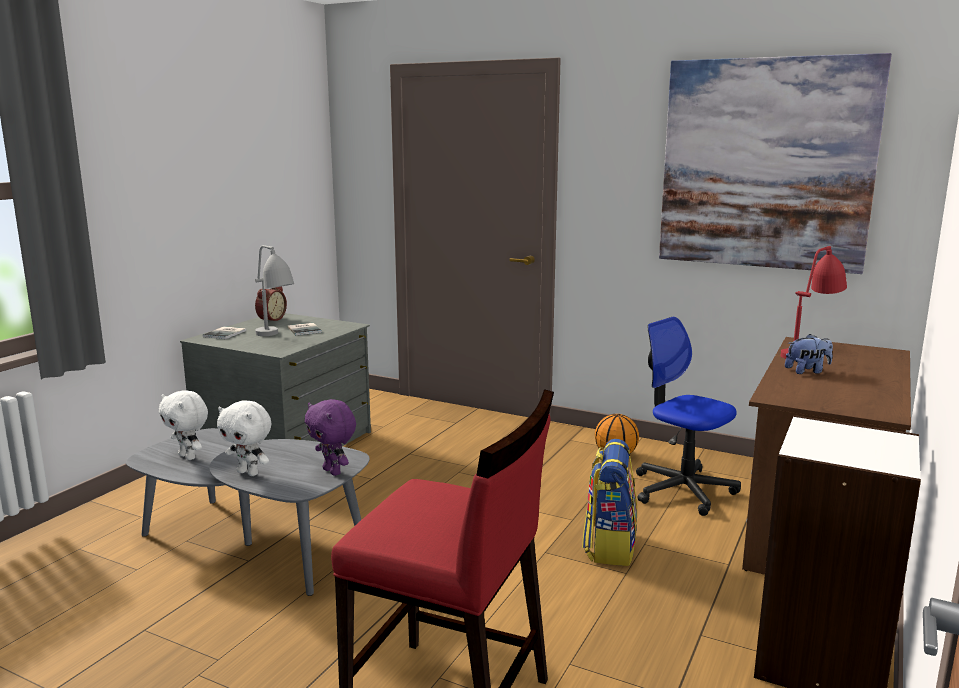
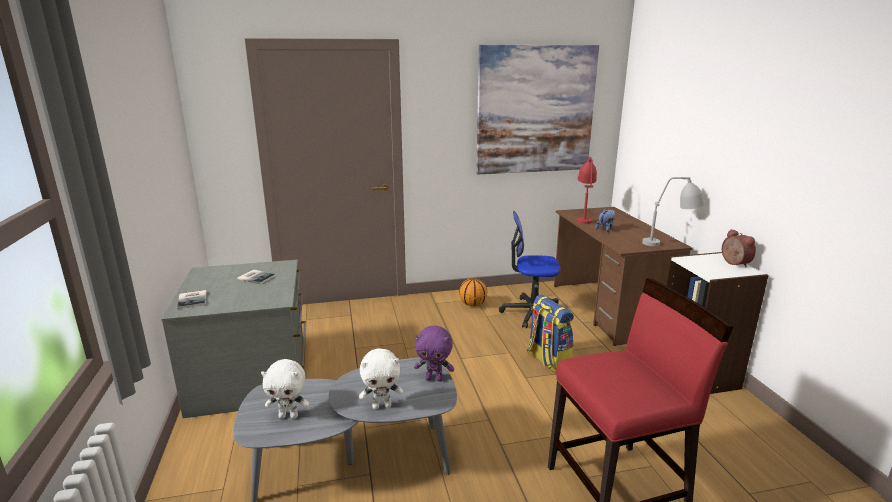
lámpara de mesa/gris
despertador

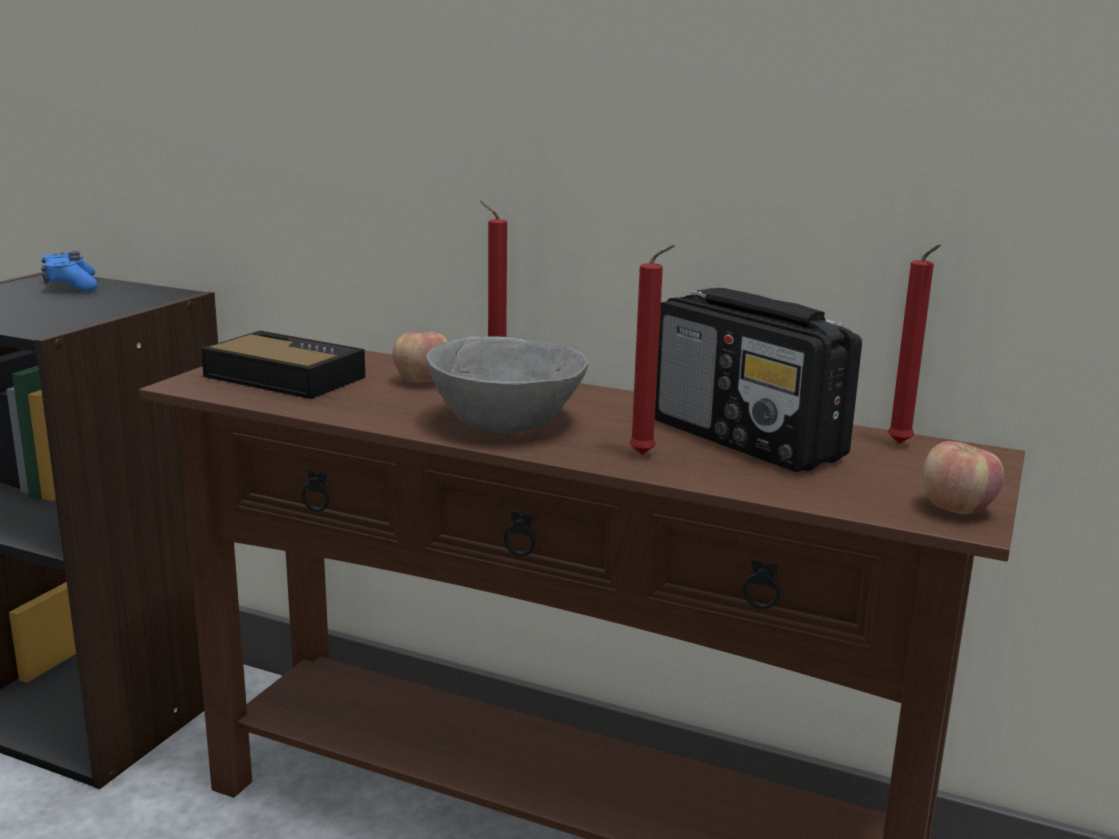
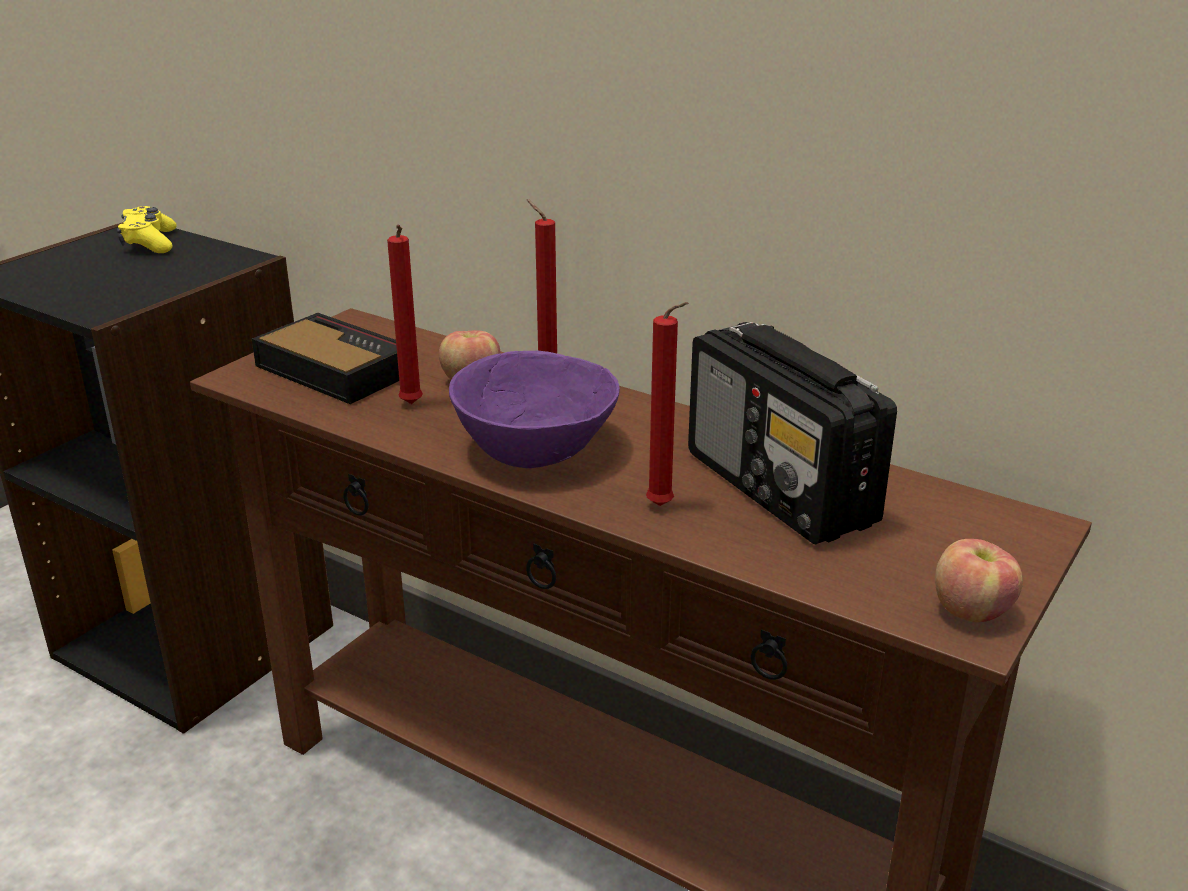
vela/rojo (1st from left)
mando de consola/amarillo
cuenco/morado

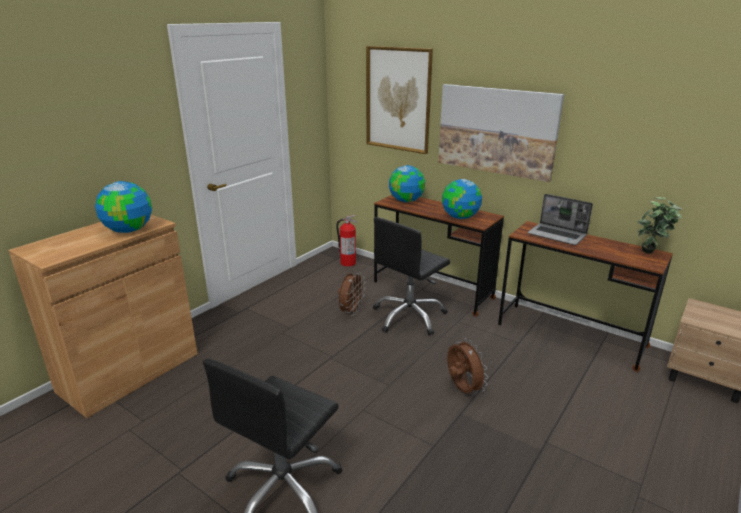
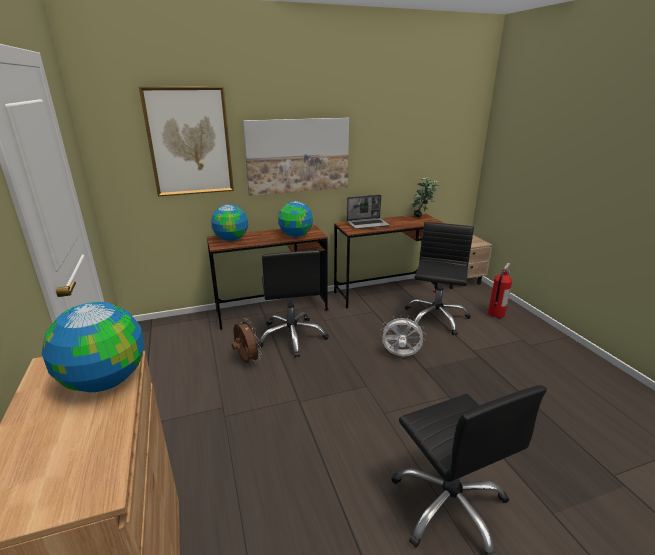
silla de oficina/negro (2nd from left)
extintor
ventilador/blanco

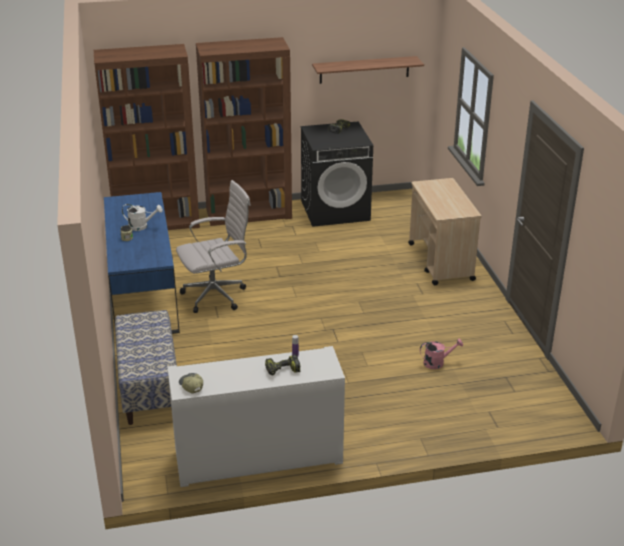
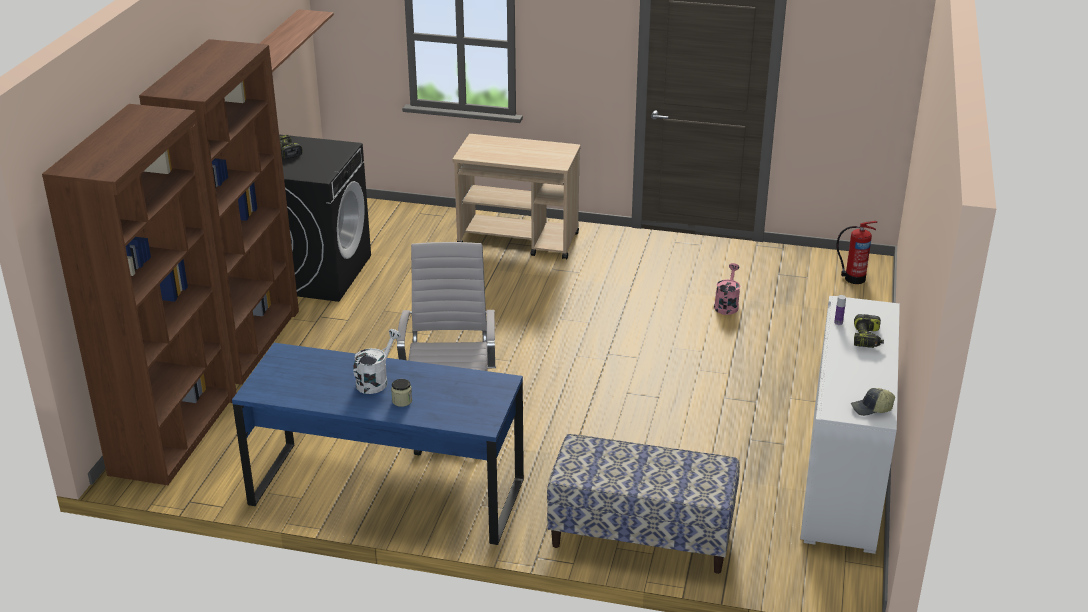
extintor

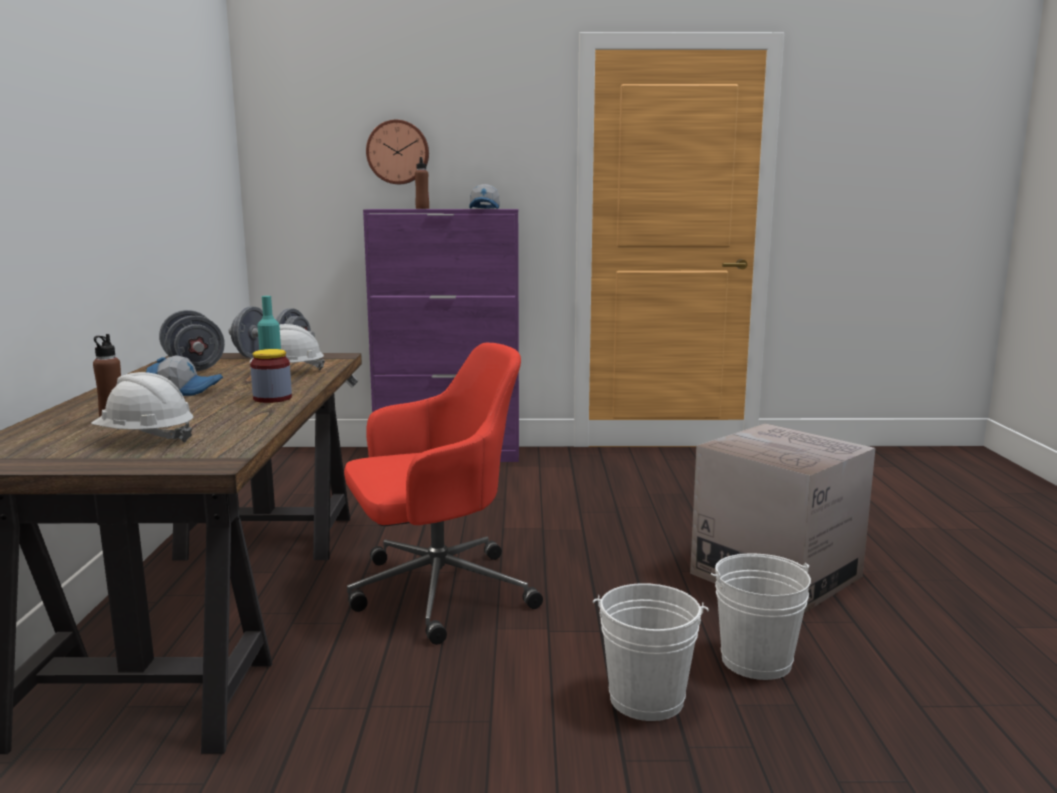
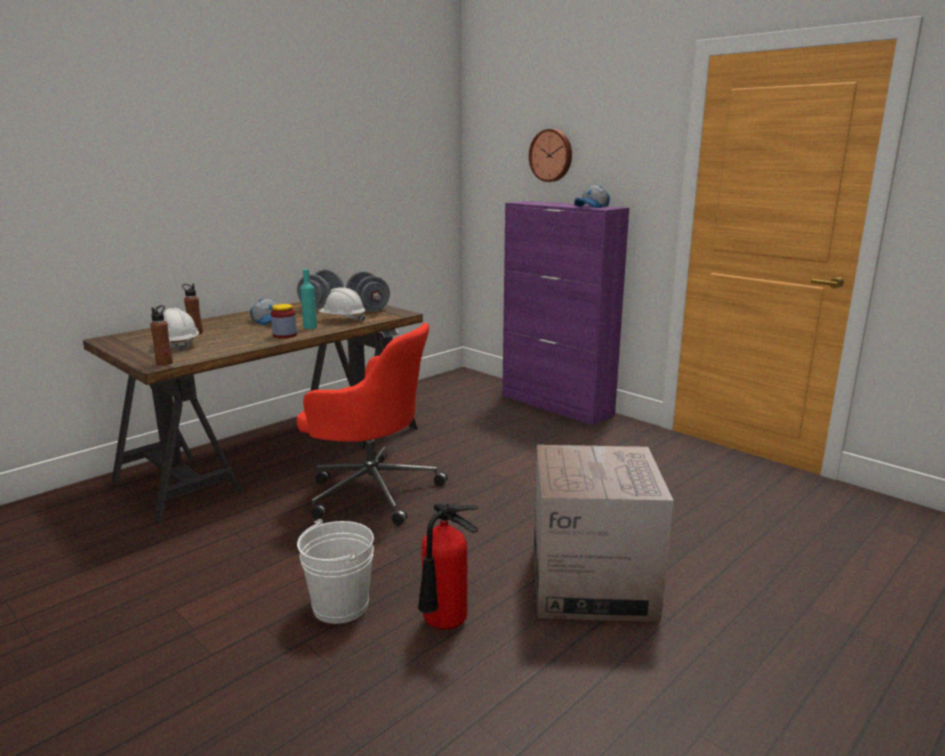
botella/marrón (1st from left)
extintor

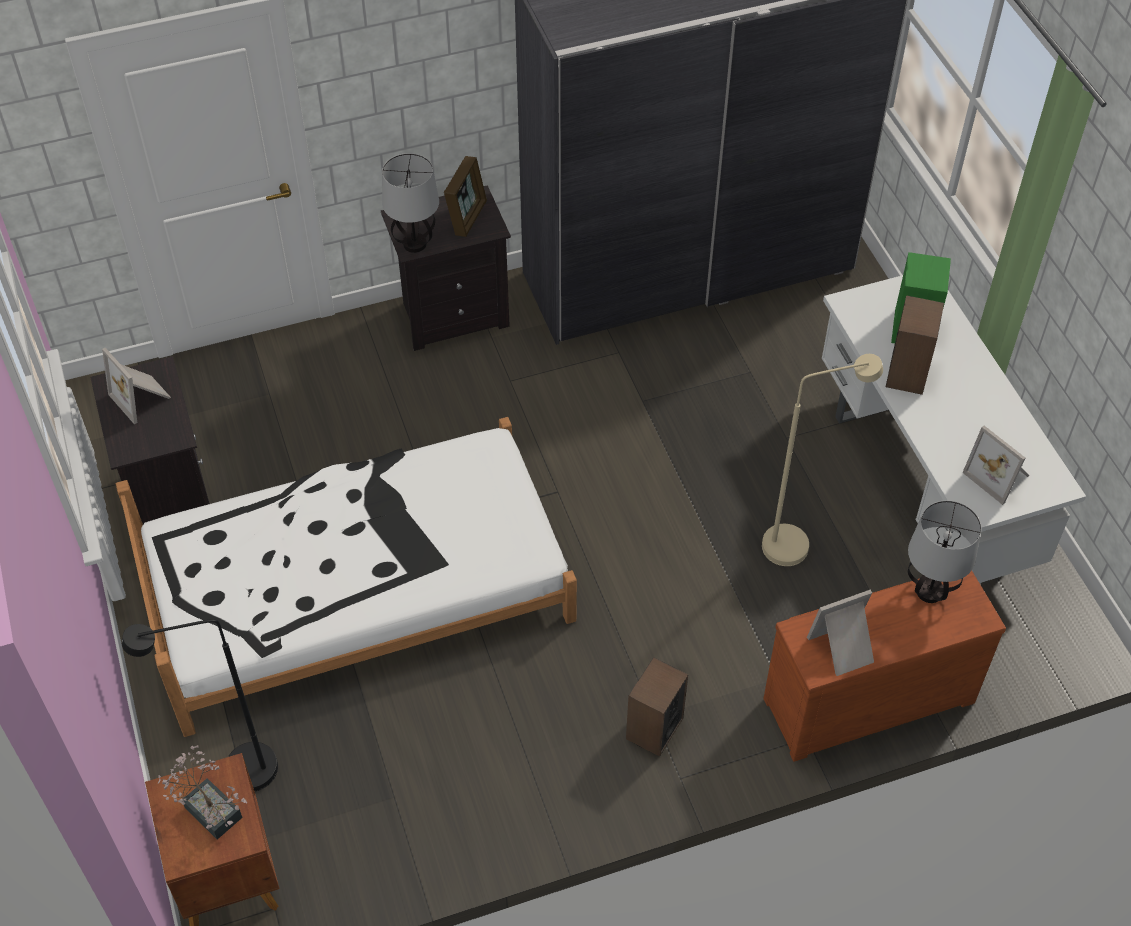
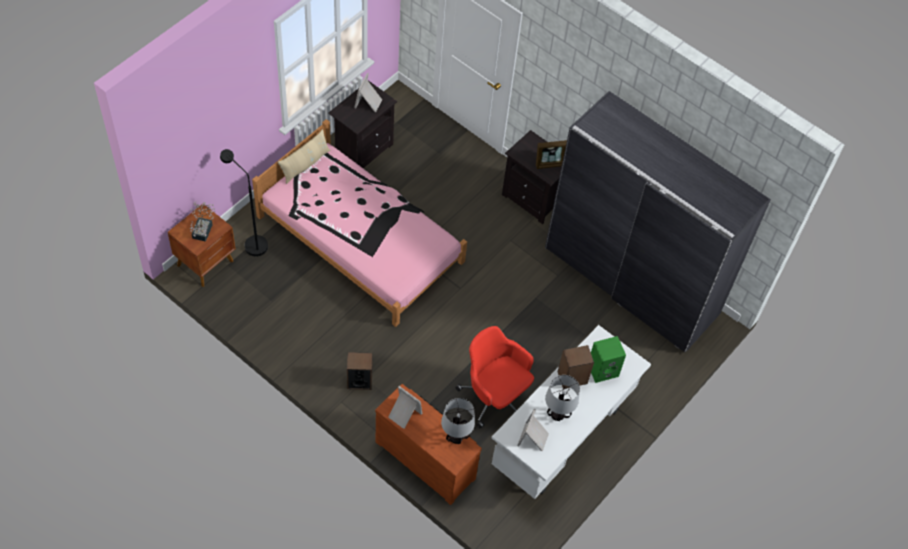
cojín/beis
lámpara de mesa (2nd from left)
silla de oficina/rojo
cama/rosa

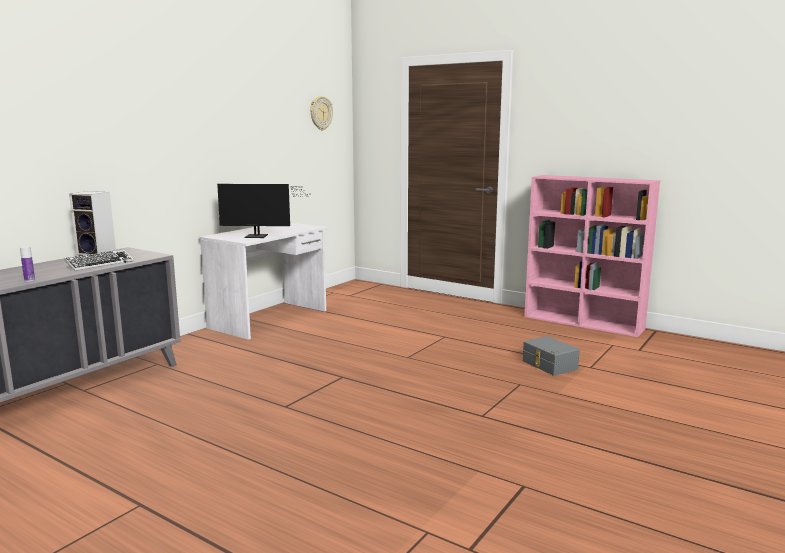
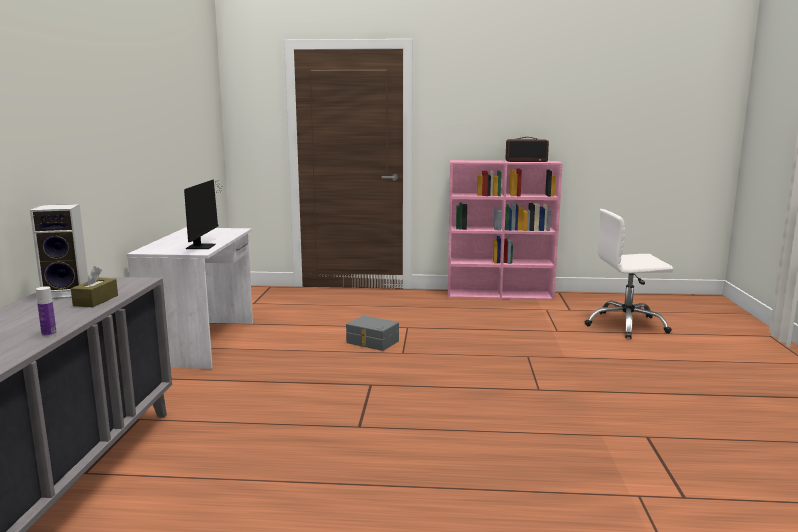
reloj de pared
radio
silla de oficina/blanco
caja de almacenaje/gris
caja de pañuelos/marrón
monitor

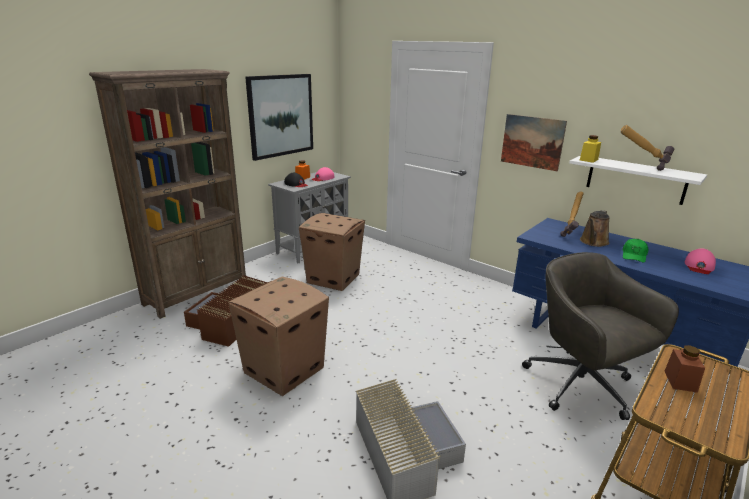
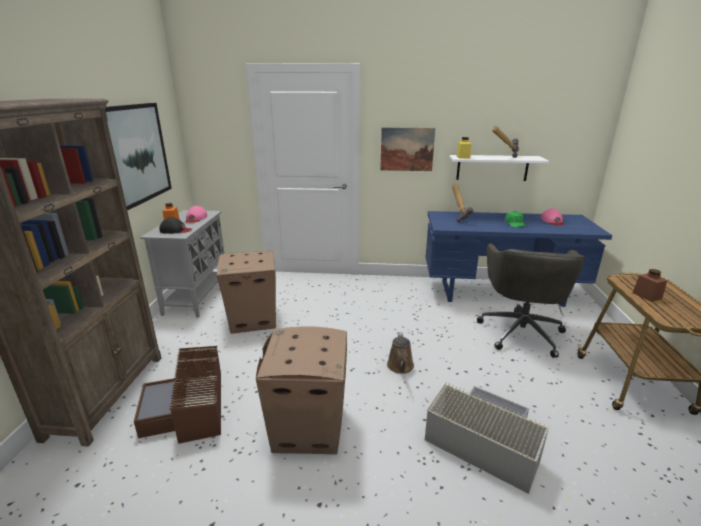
regadera/marrón
silla de oficina/gris

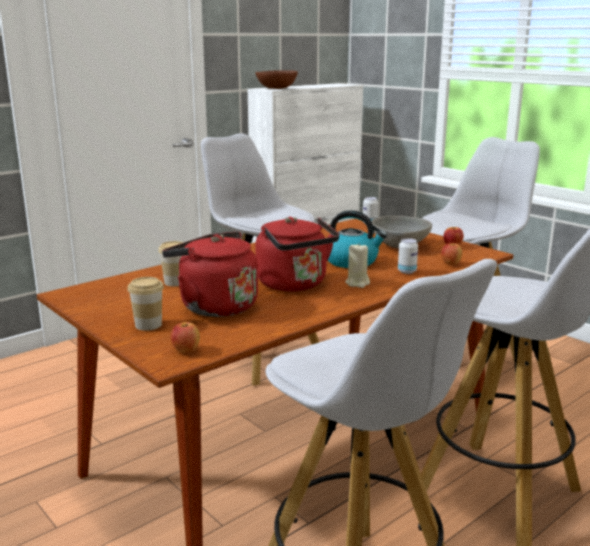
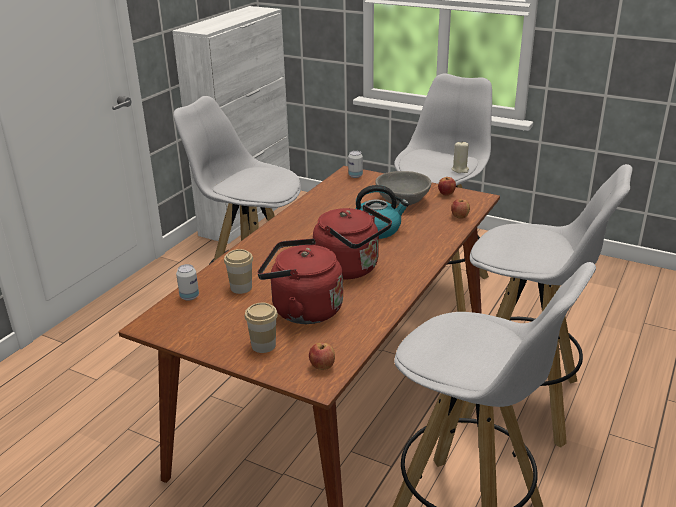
cuenco/marrón
vela/beis
lata (1st from left)

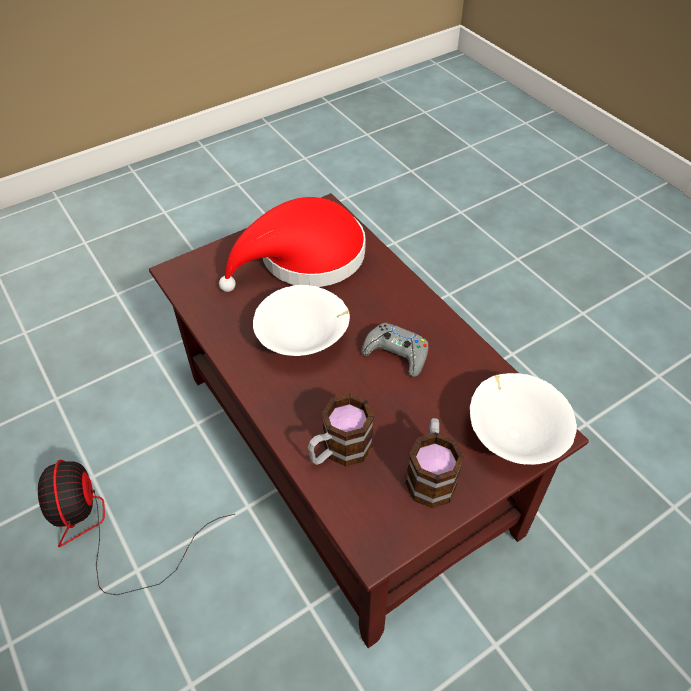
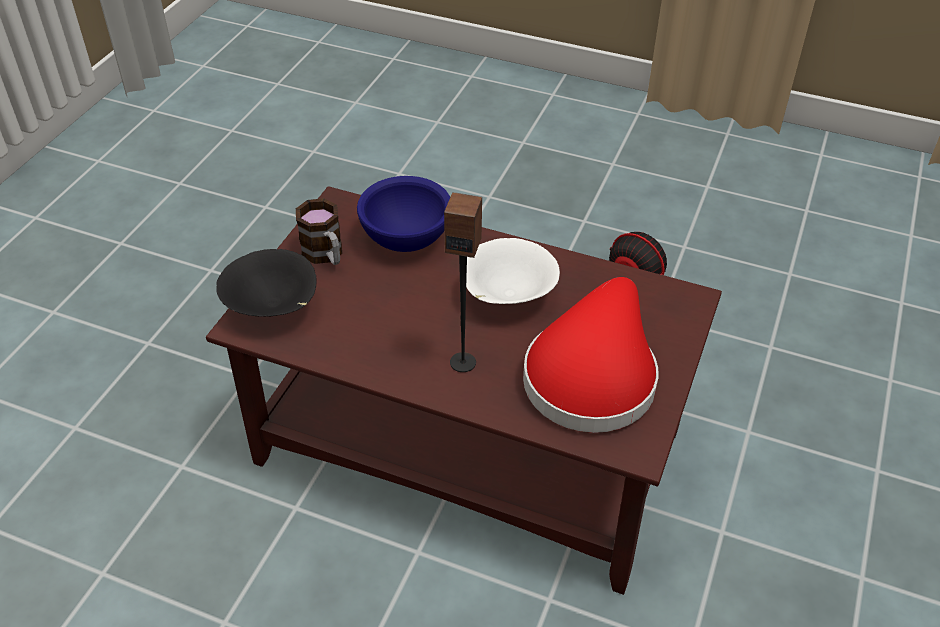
mando de consola/gris
altavoz
cuenco/azul
cuenco/negro

